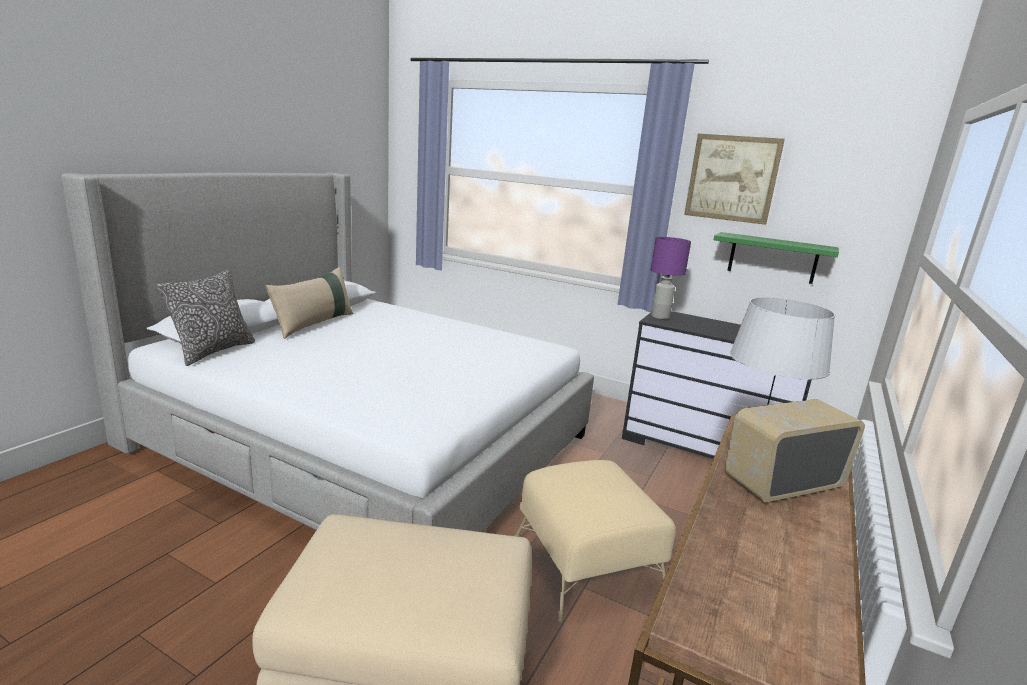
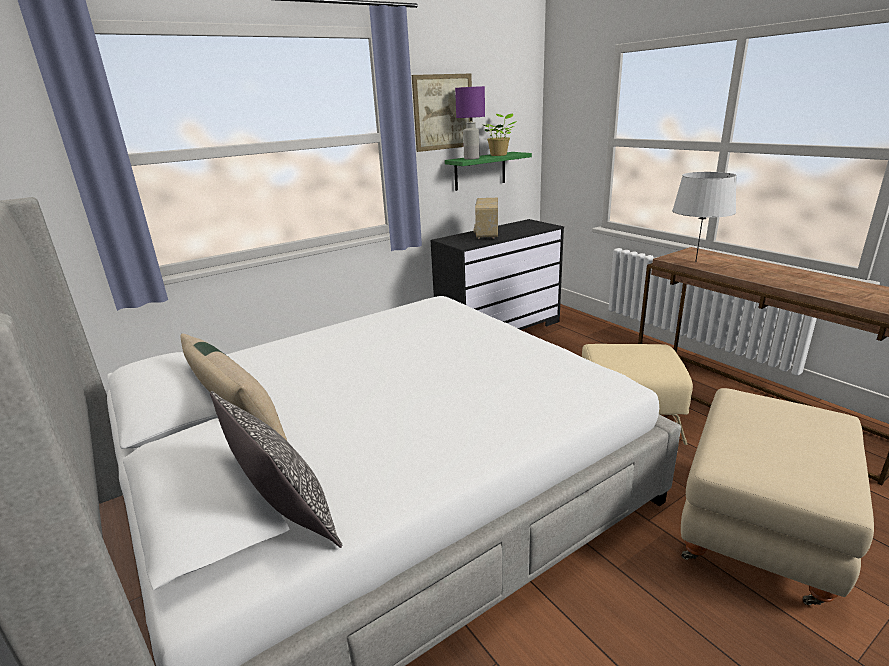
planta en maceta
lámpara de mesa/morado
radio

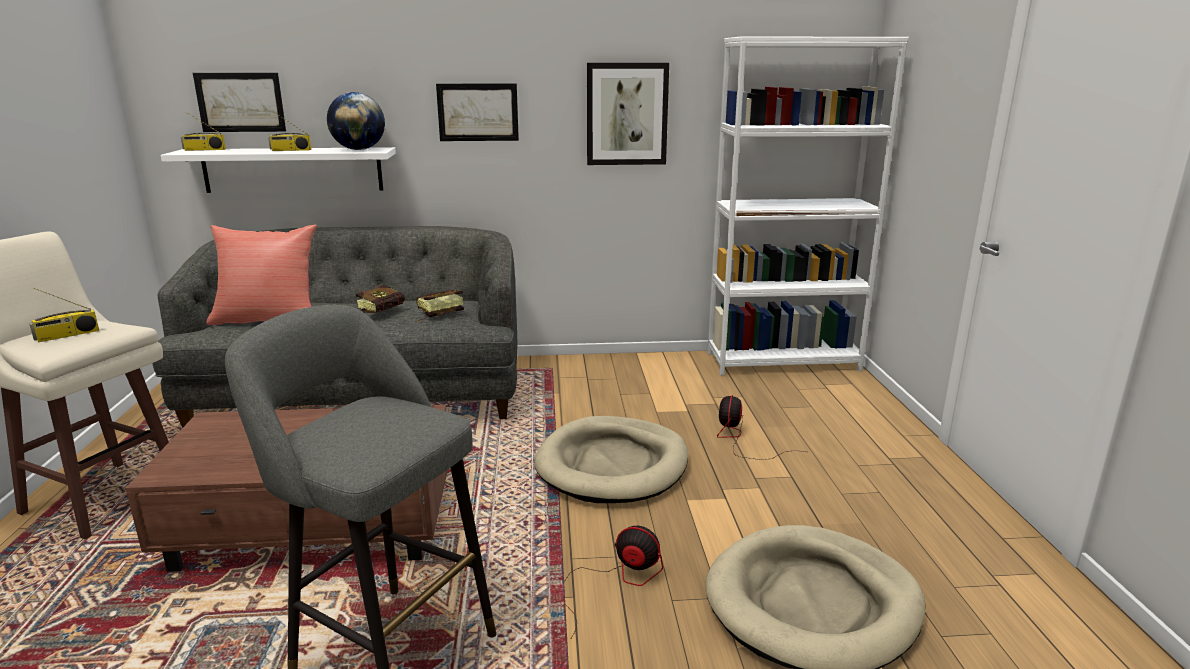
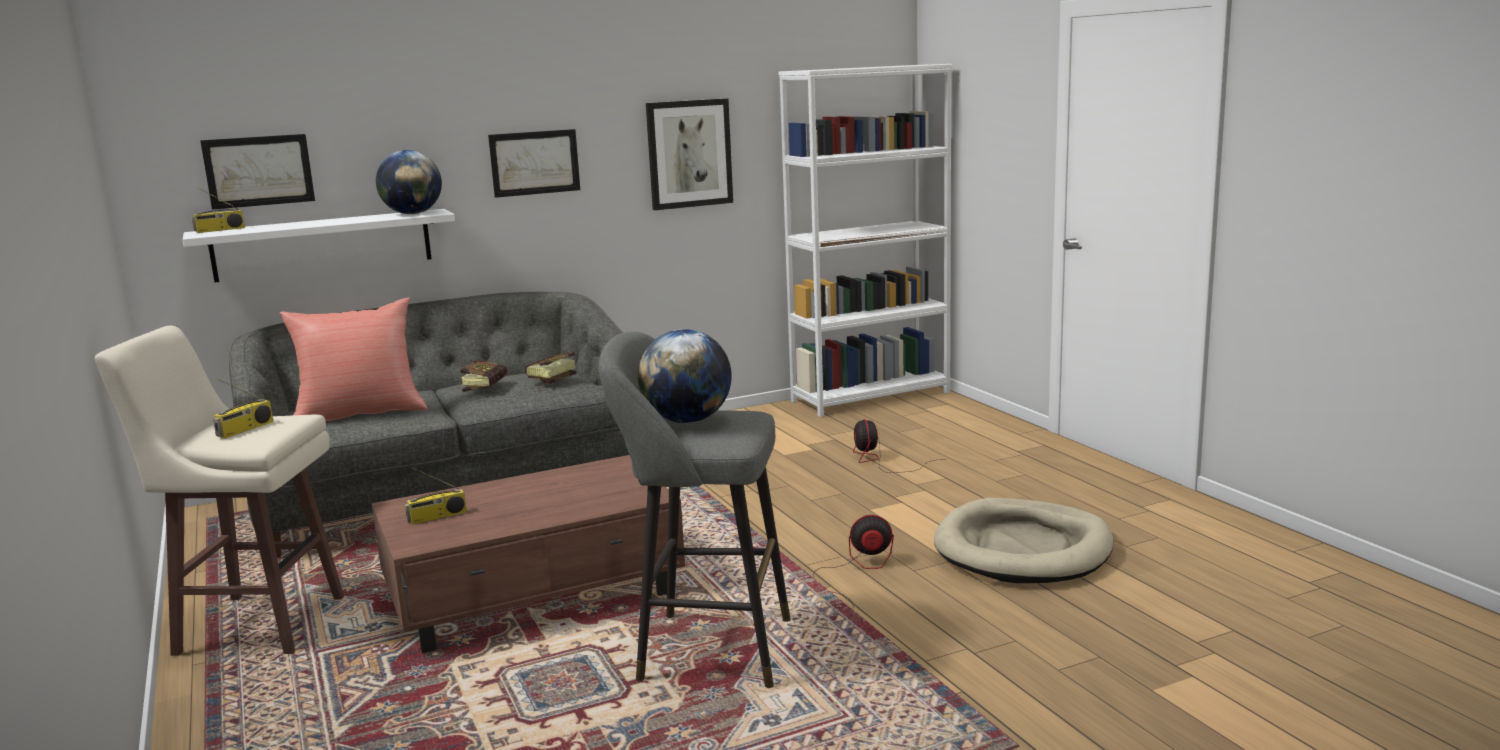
cama para perro/beis (1st from left in the first image)
globo terráqueo (2nd from left)
radio (3rd from left)

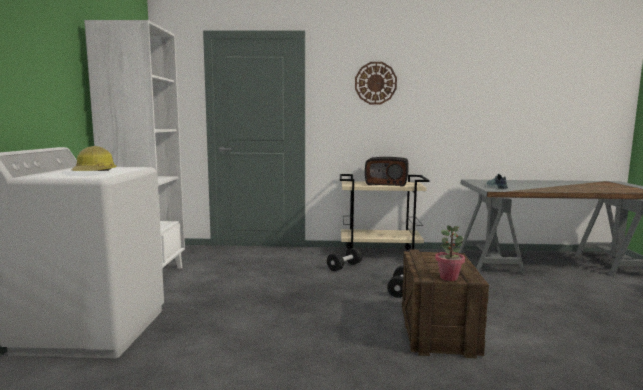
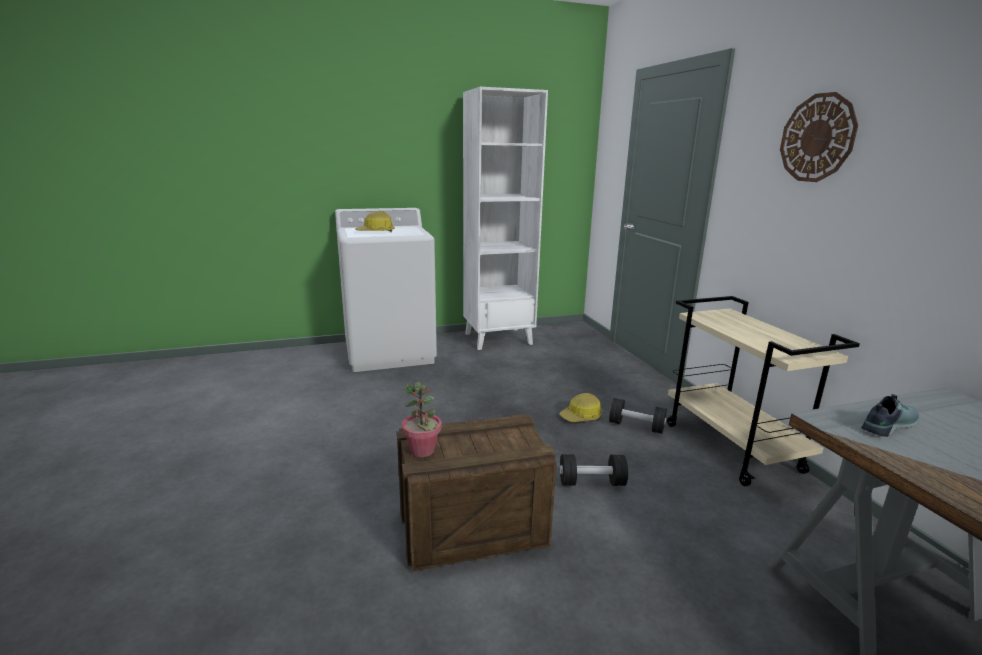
radio
casco (2nd from left)

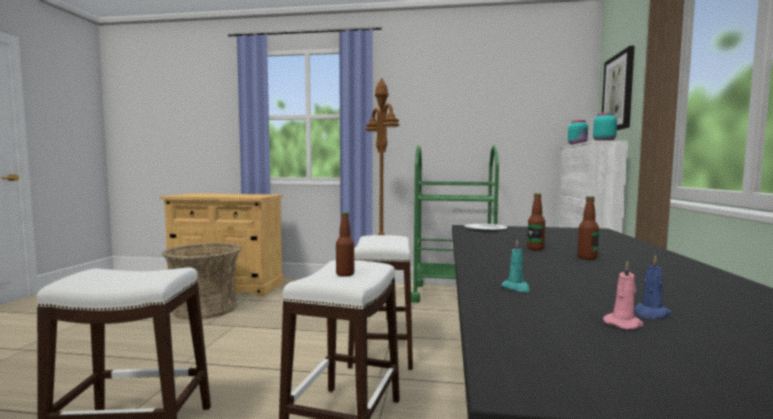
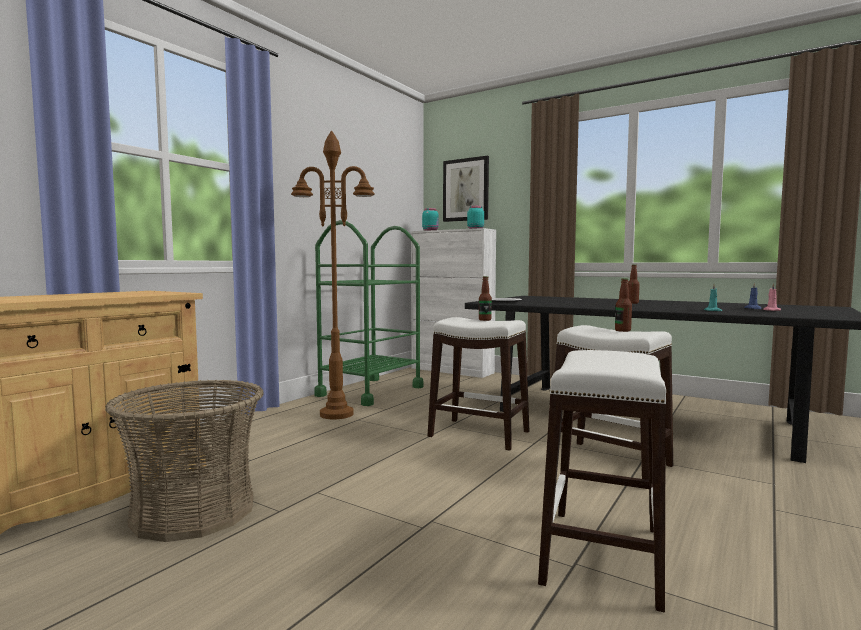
botella (1st from left)

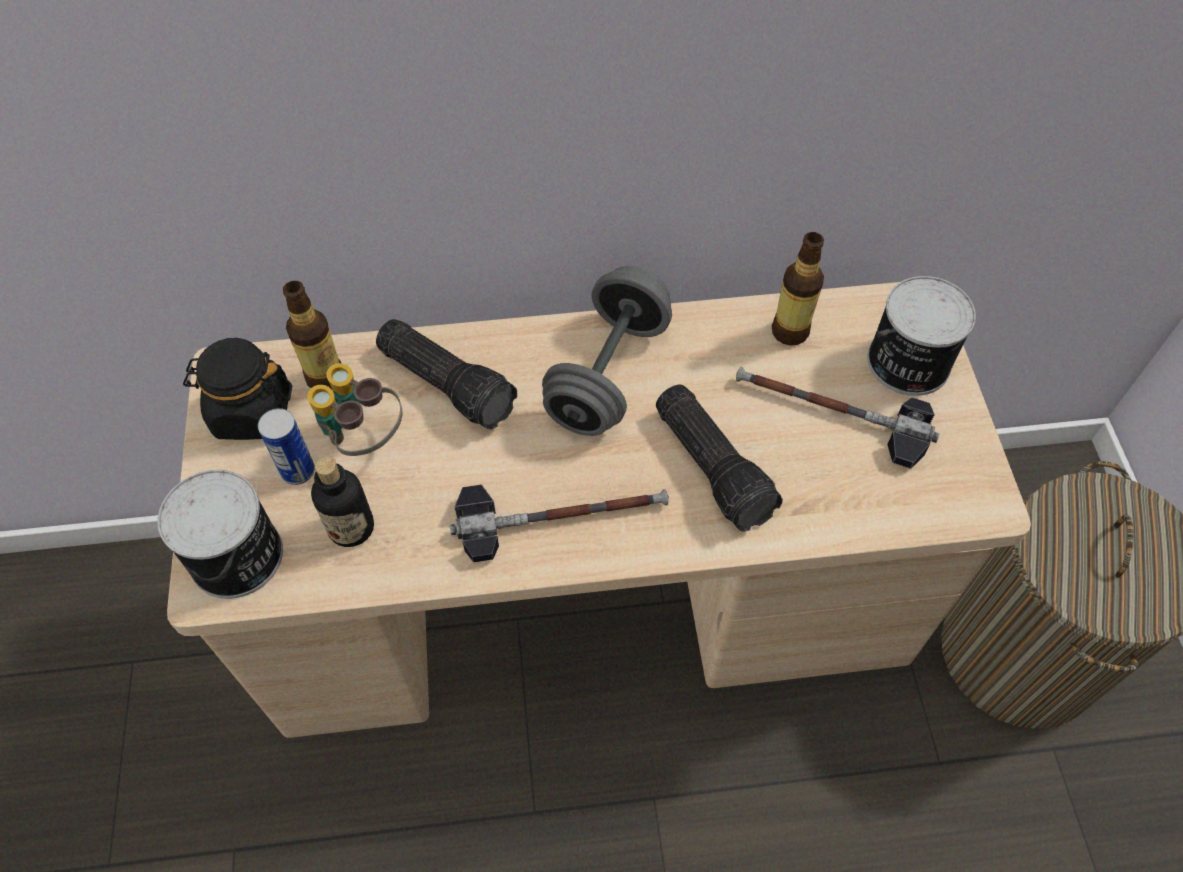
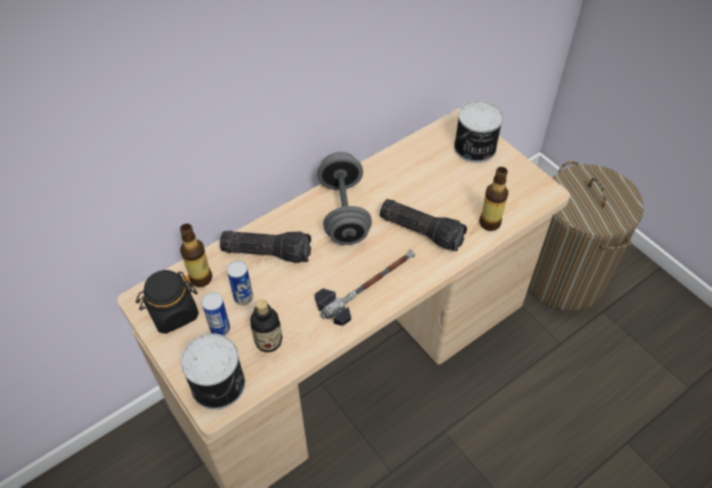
martillo (2nd from left in the first image)
botella (3rd from left)
lata (3rd from left)

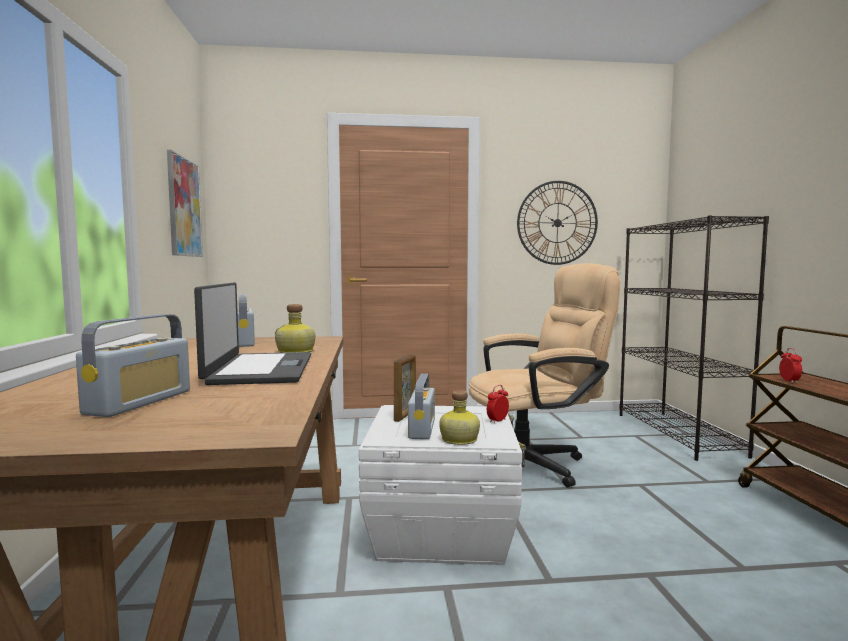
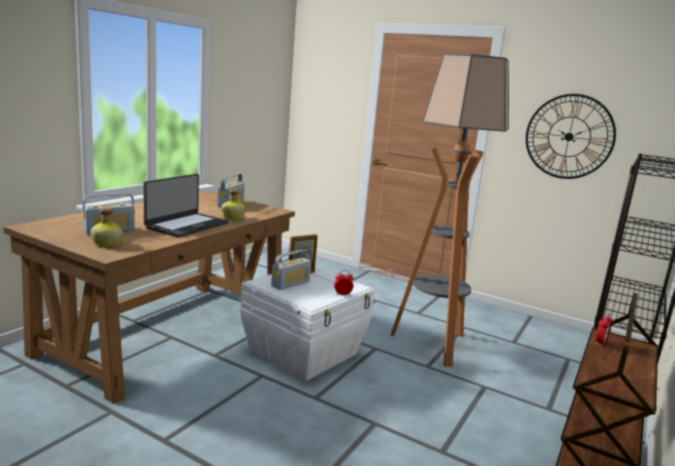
cuadro
botella (1st from left)
lámpara de pie

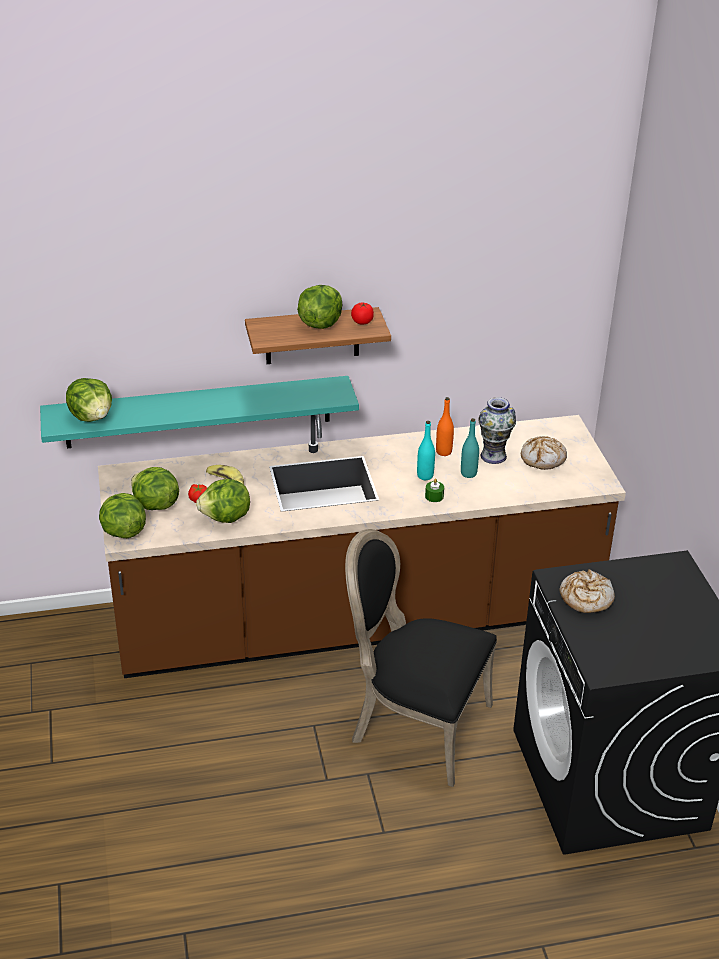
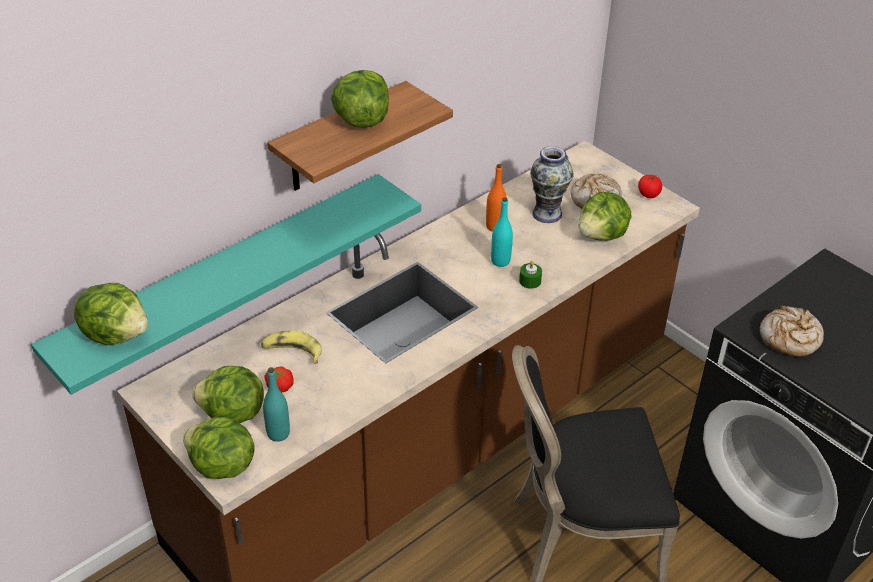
lechuga (5th from left)
tomate (2nd from left)
botella/turquesa (1st from left)

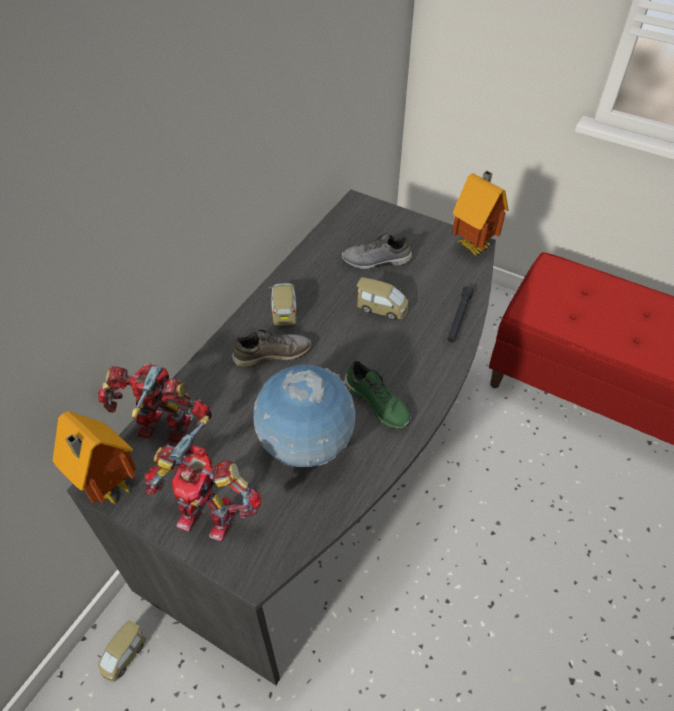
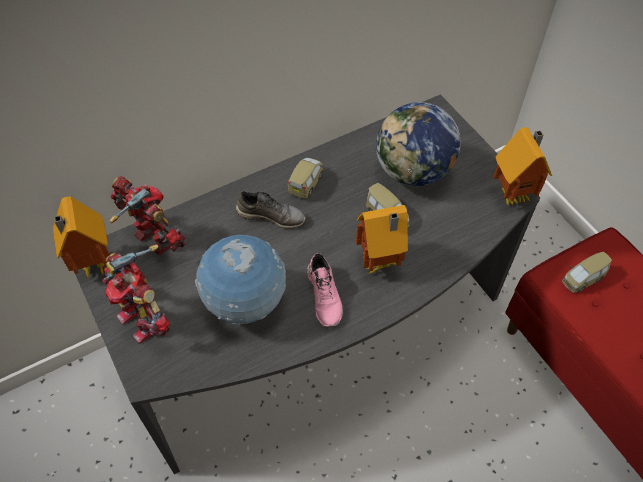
linterna/negro
casita (2nd from left)
coche de juguete (3rd from left)
globo terráqueo (2nd from left)
zapato/rosa

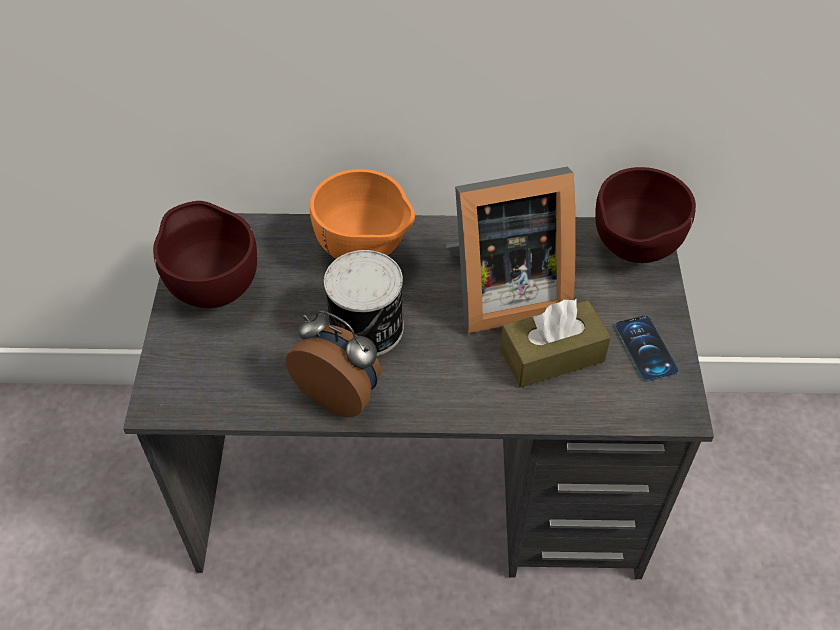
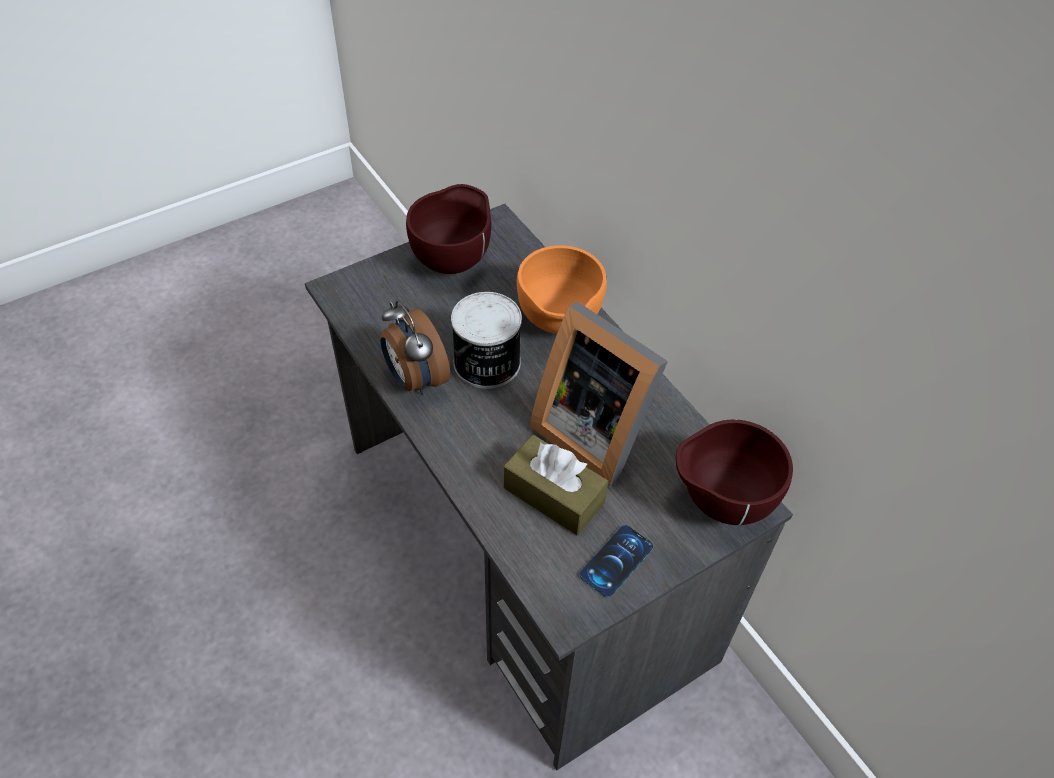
despertador

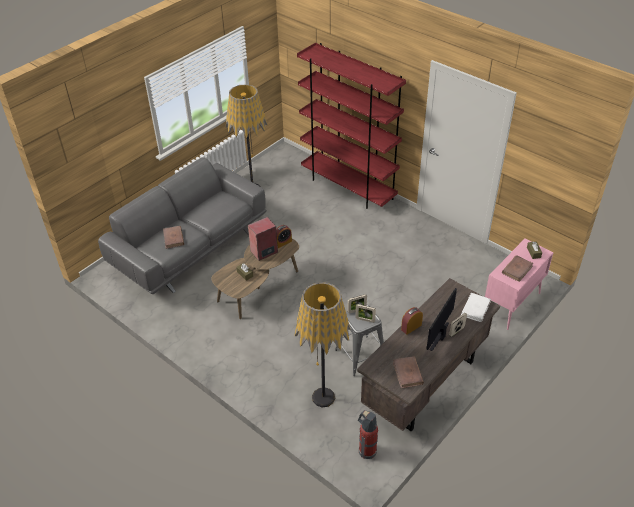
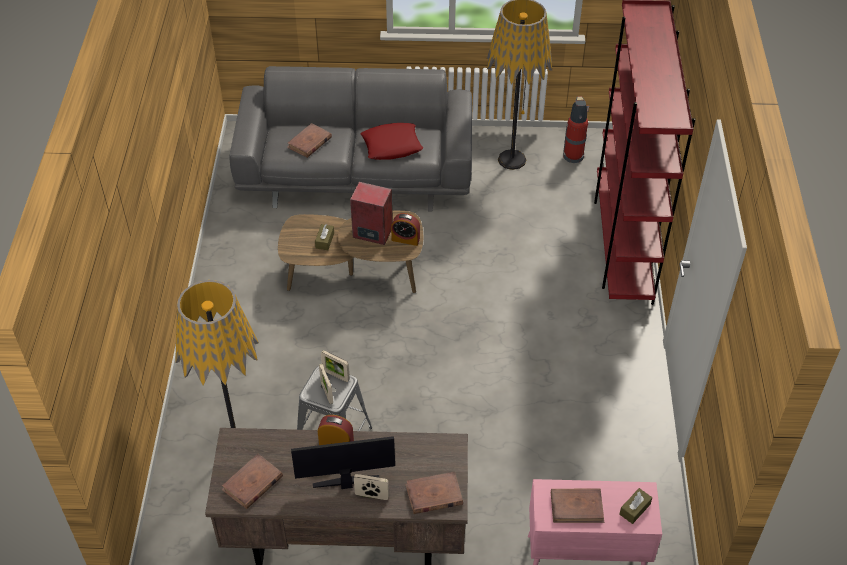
cojín/rojo
extintor
libro/marrón (3rd from left)

